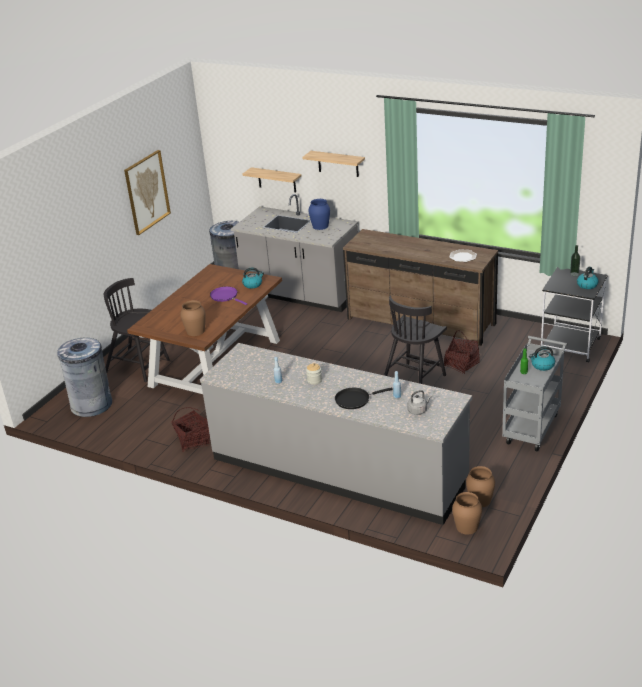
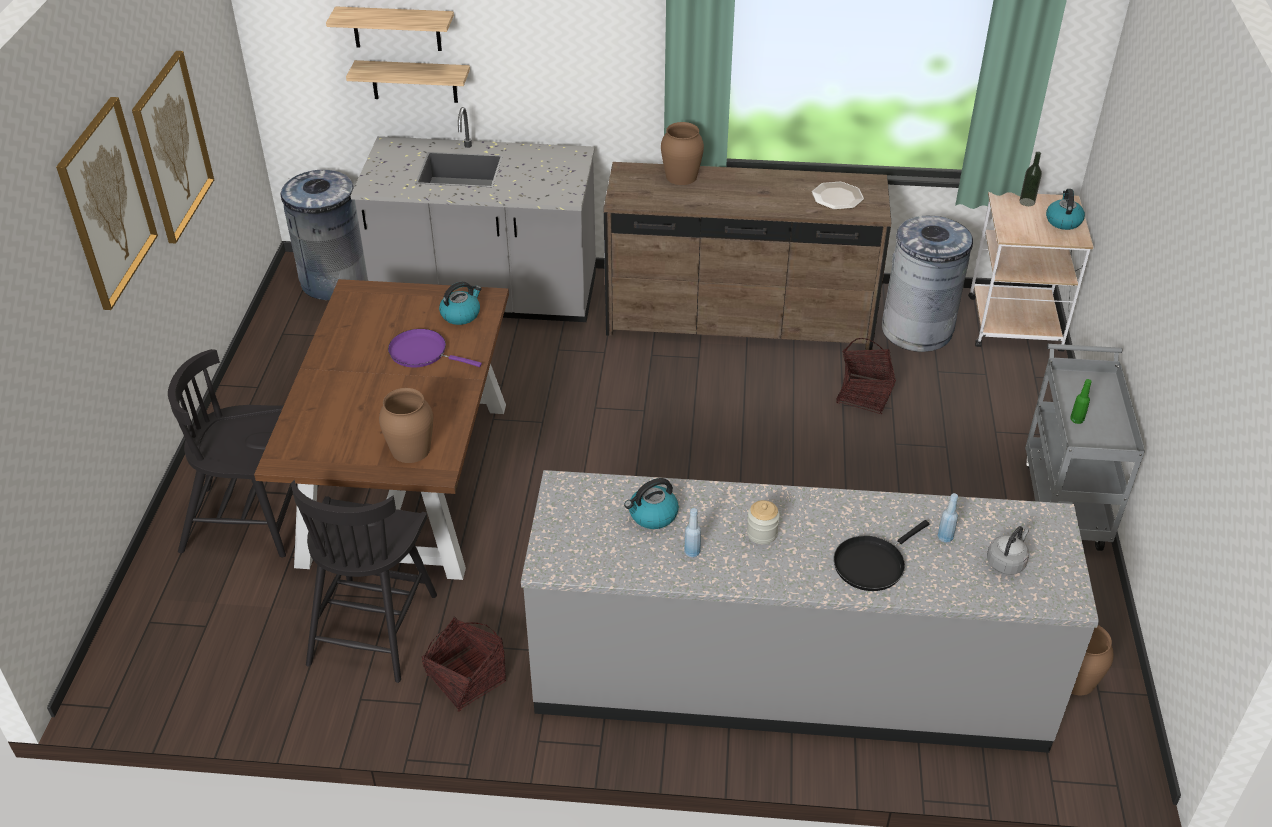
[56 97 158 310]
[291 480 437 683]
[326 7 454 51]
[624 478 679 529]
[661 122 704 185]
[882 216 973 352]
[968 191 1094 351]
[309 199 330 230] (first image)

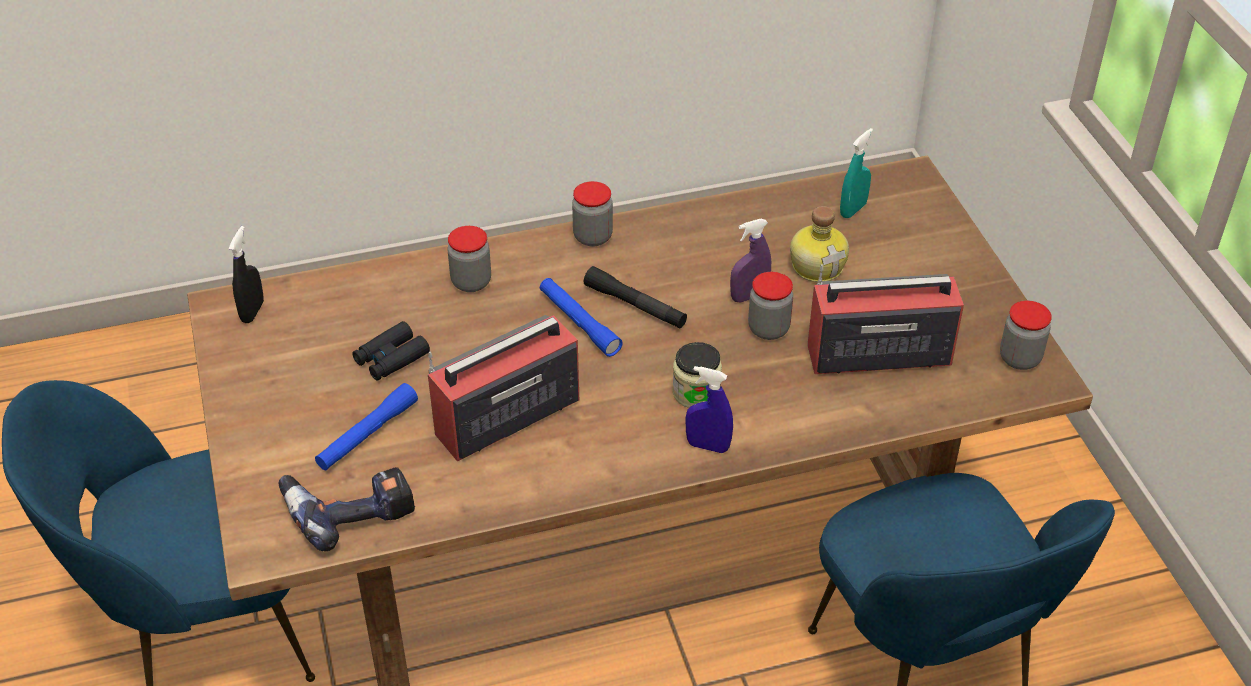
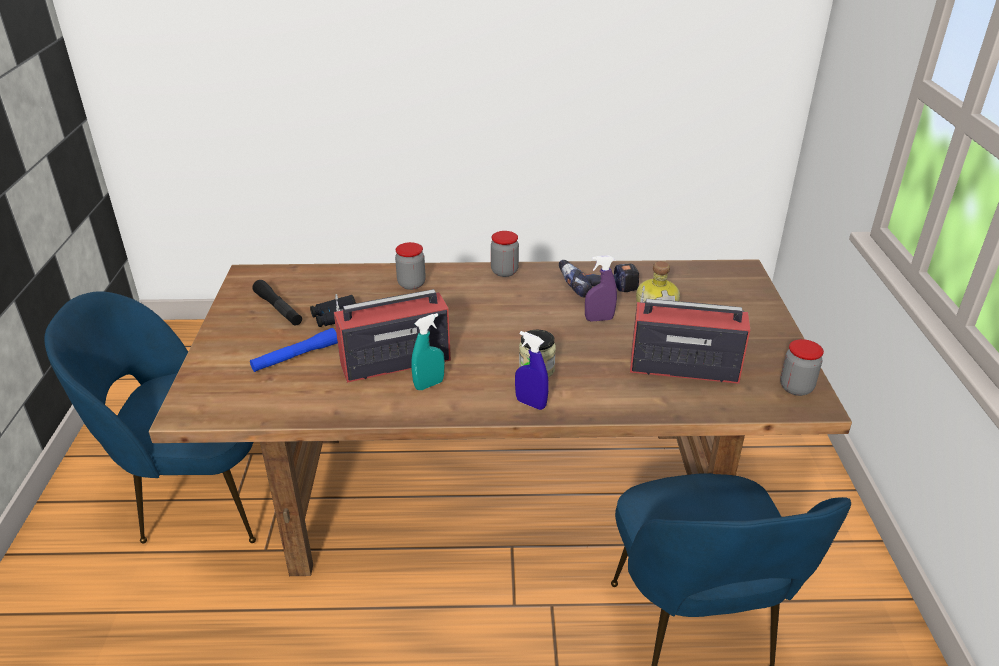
[252 280 302 325]
[411 313 445 390]
[559 260 639 298]
[229 226 264 323] (first image)
[540 278 623 357] (first image)
[748 272 793 340] (first image)

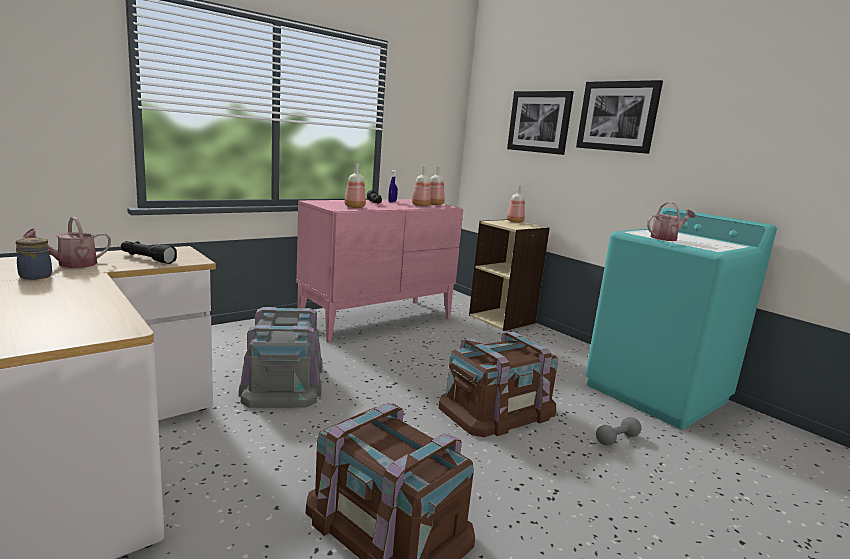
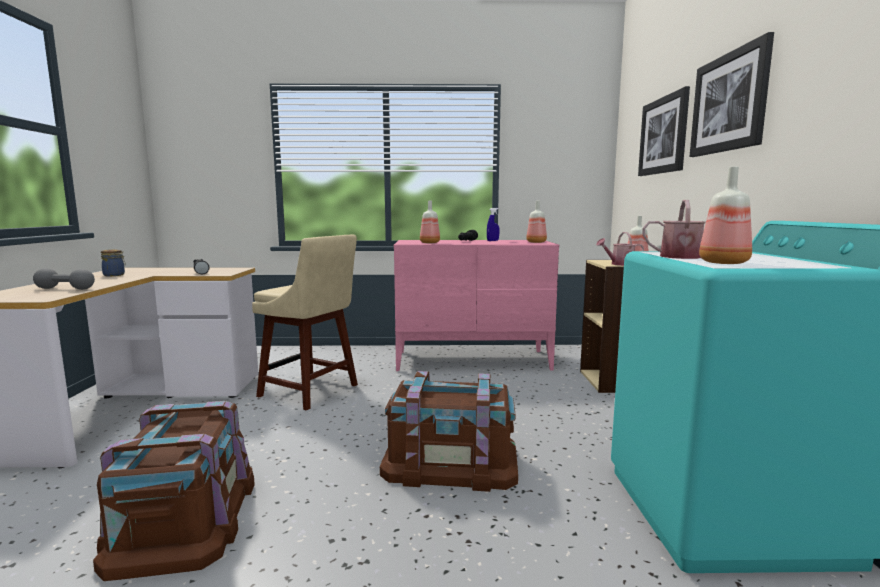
[33 268 95 290]
[252 235 358 411]
[596 232 644 266]
[699 167 752 264]

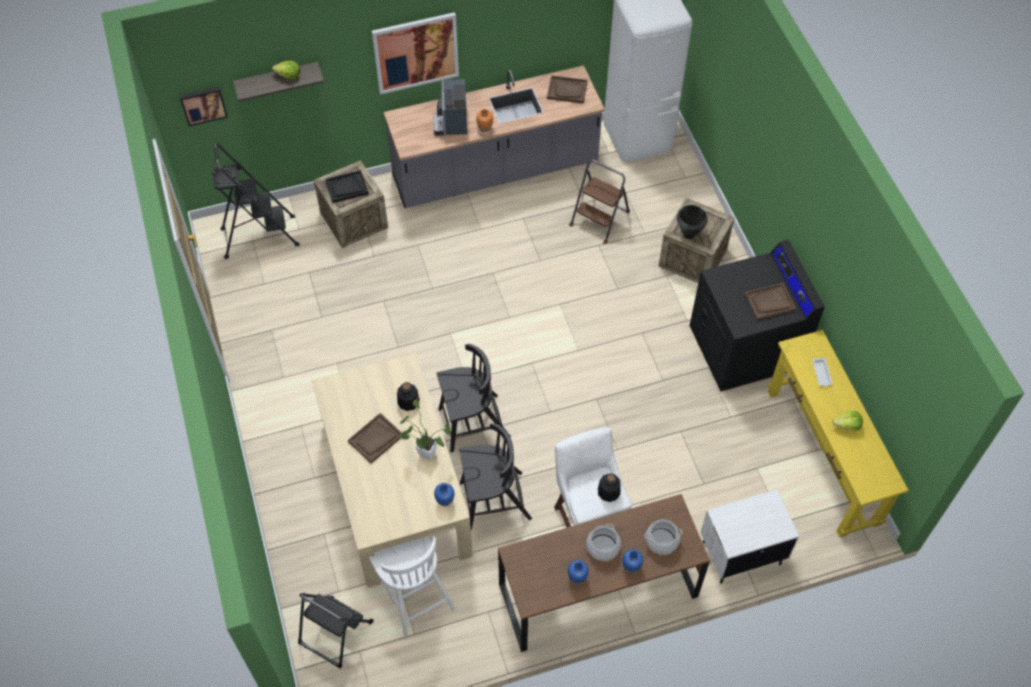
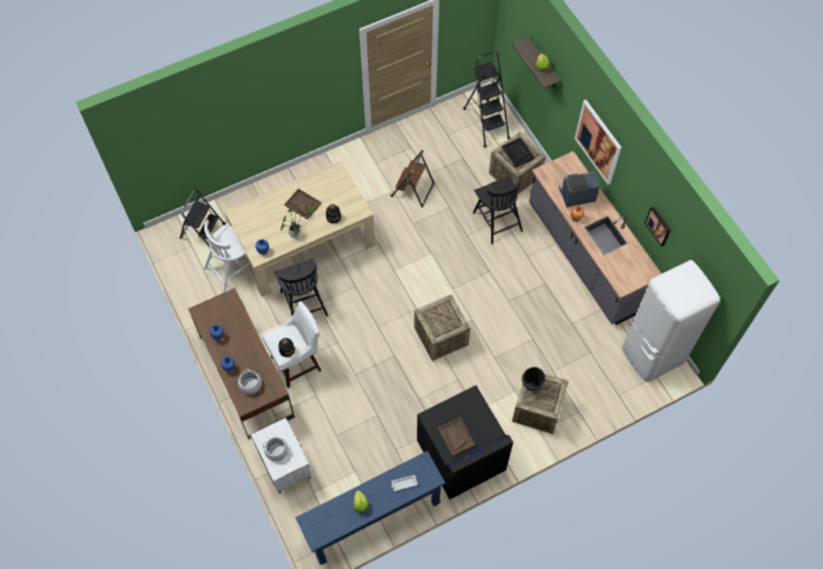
[263 437 289 461]
[295 451 445 565]
[390 150 435 208]
[414 294 470 361]
[473 176 523 245]
[644 206 671 247]
[547 75 588 104] (first image)

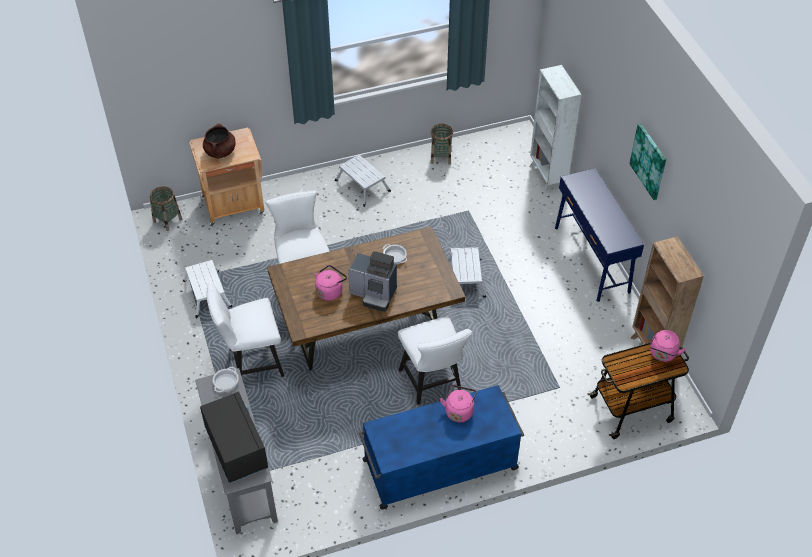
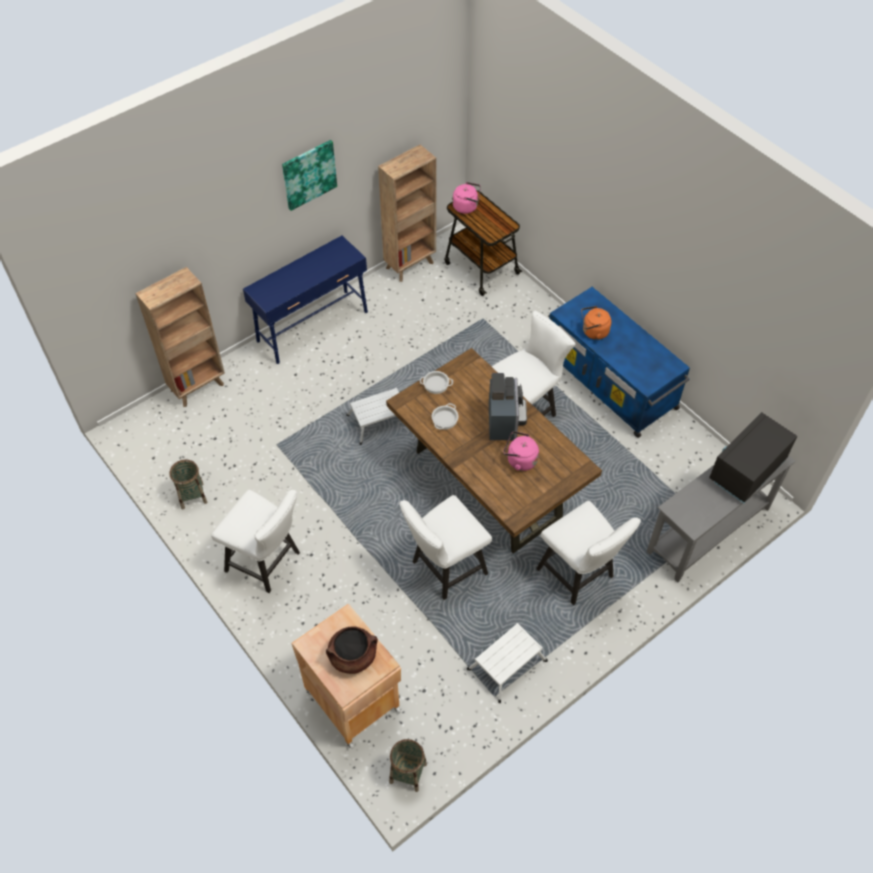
[135 267 225 407]
[211 490 300 593]
[420 371 453 394]
[581 306 612 340]

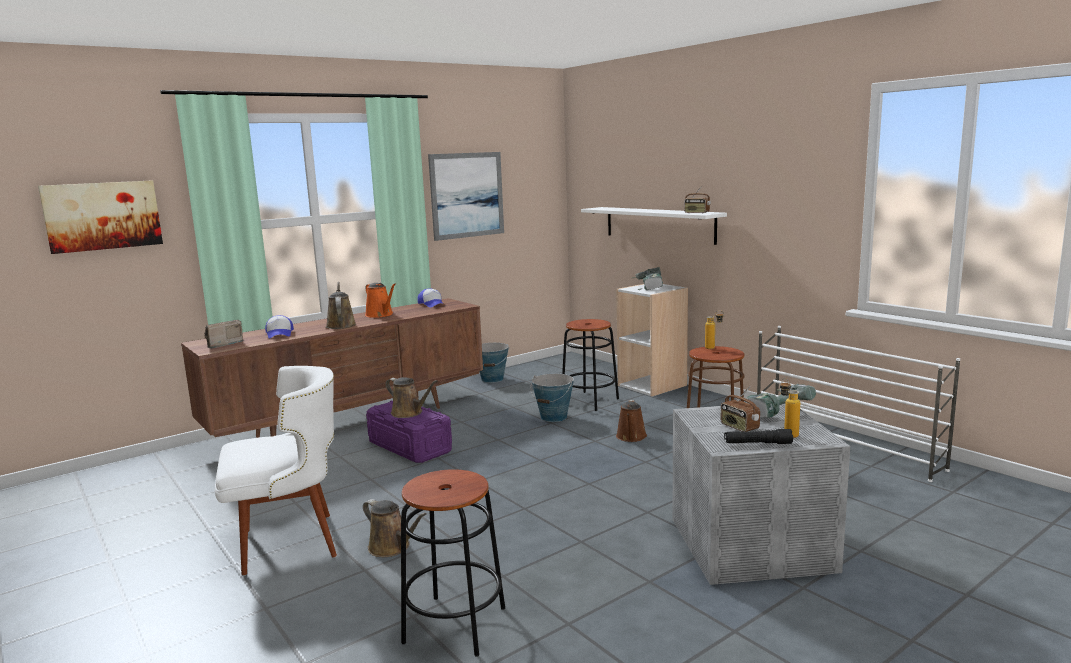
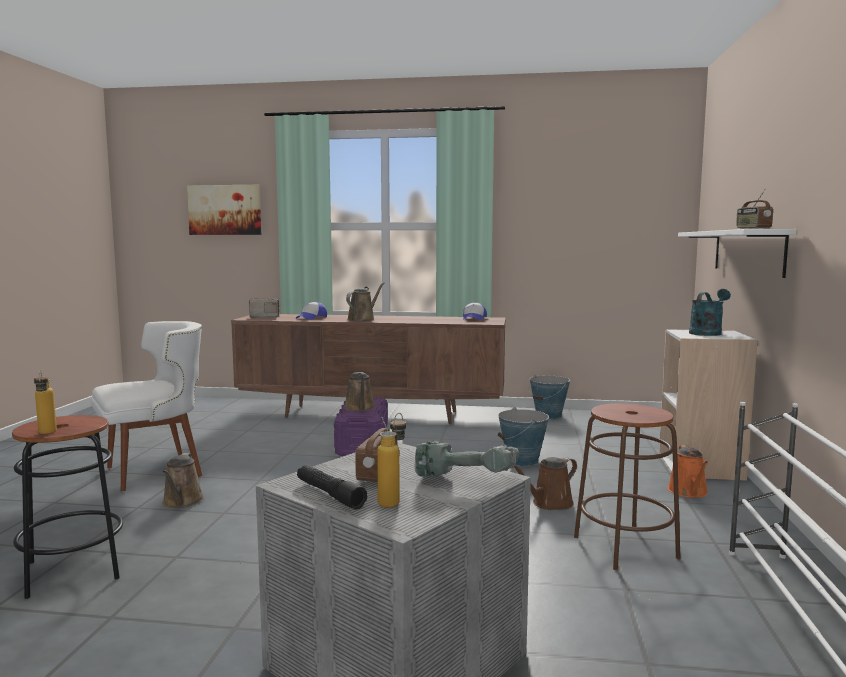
[34 371 57 434]
[91 321 203 492]
[667 445 708 498]
[689 289 731 336]
[428 152 504 241] (first image)
[562 319 619 411] (first image)

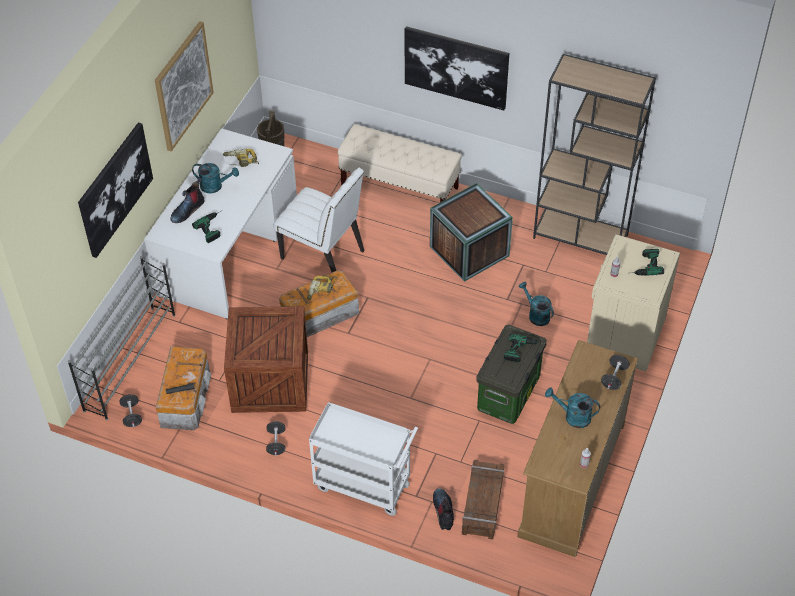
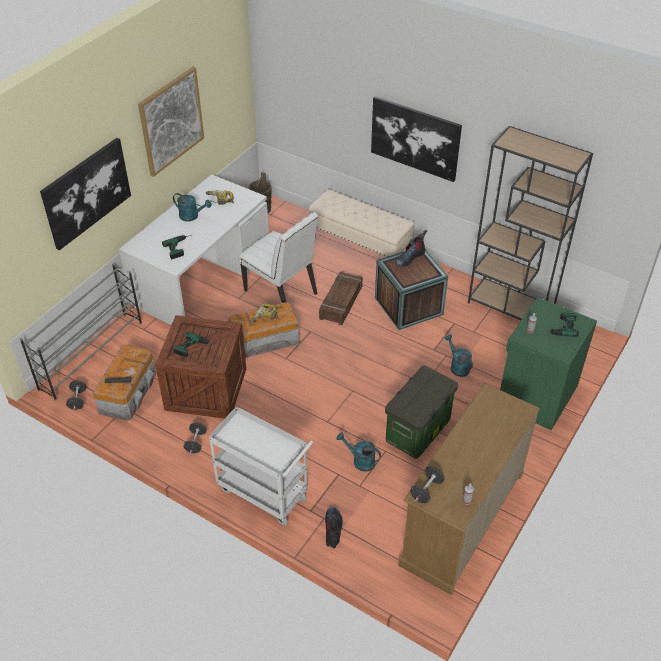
[173 332 215 357]
[319 271 363 325]
[336 432 381 471]
[395 230 427 267]
[410 466 445 503]
[500 297 597 430]

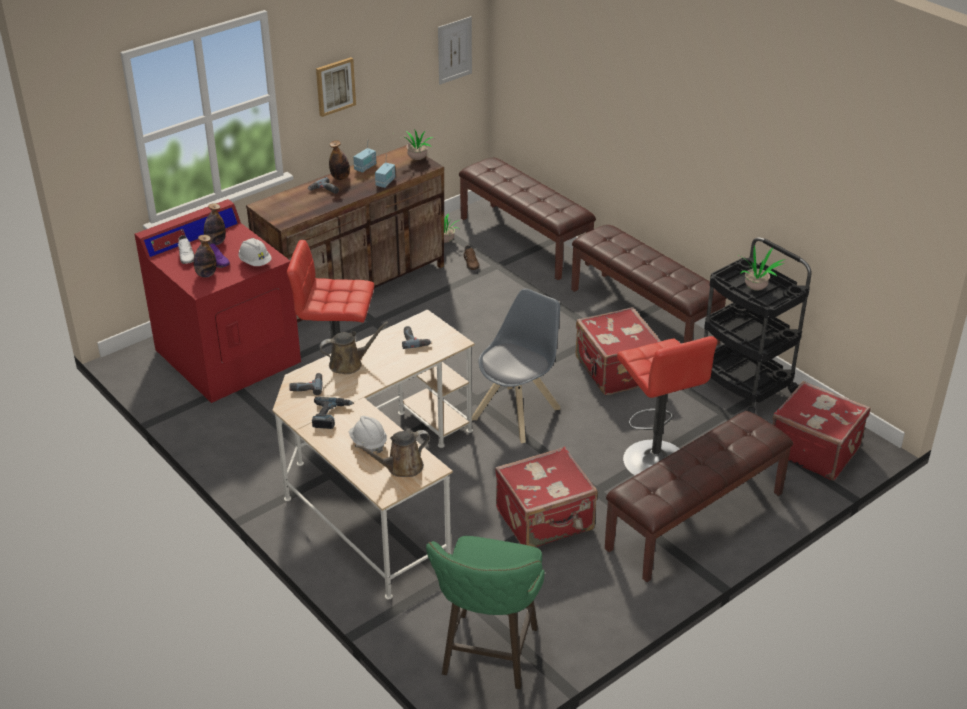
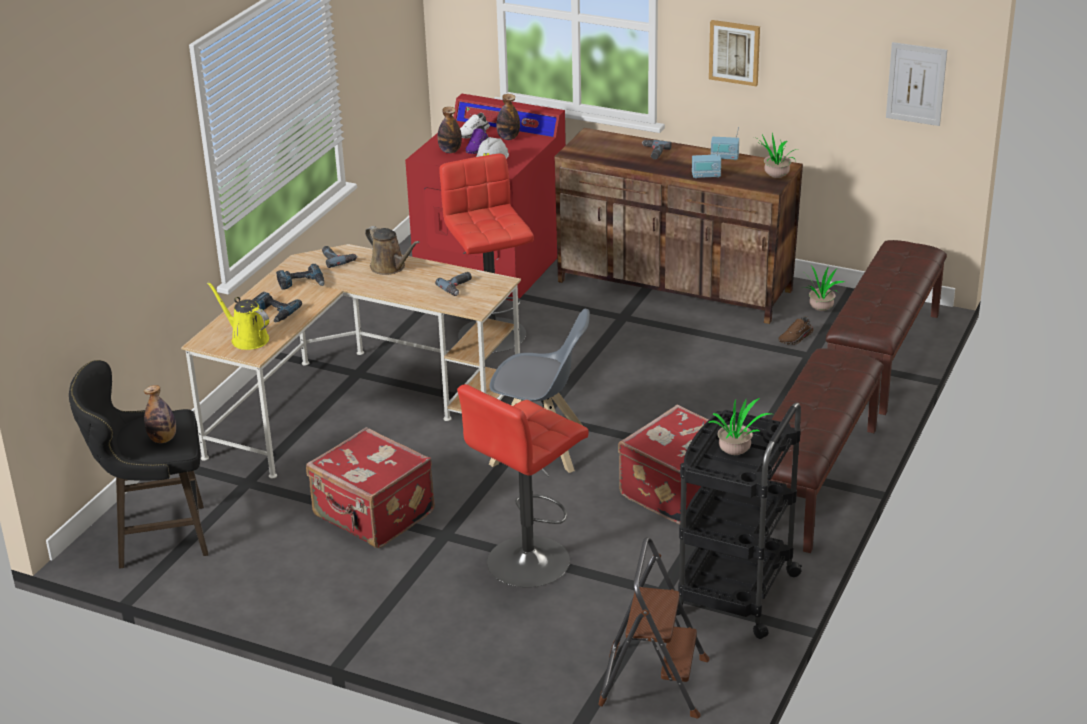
[69 360 208 569]
[144 385 176 443]
[207 282 269 350]
[252 292 302 322]
[599 537 710 718]
[605 411 793 582] (first image)

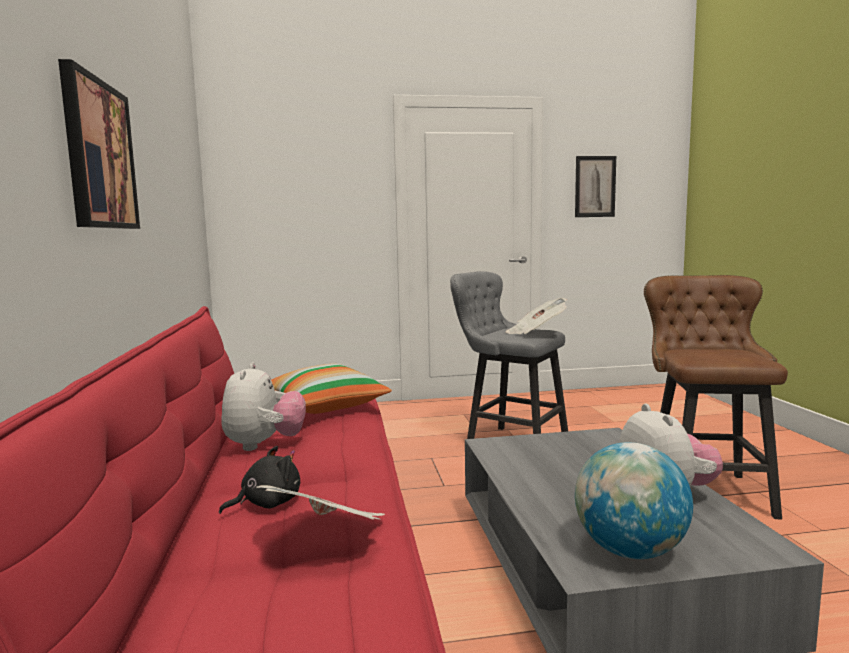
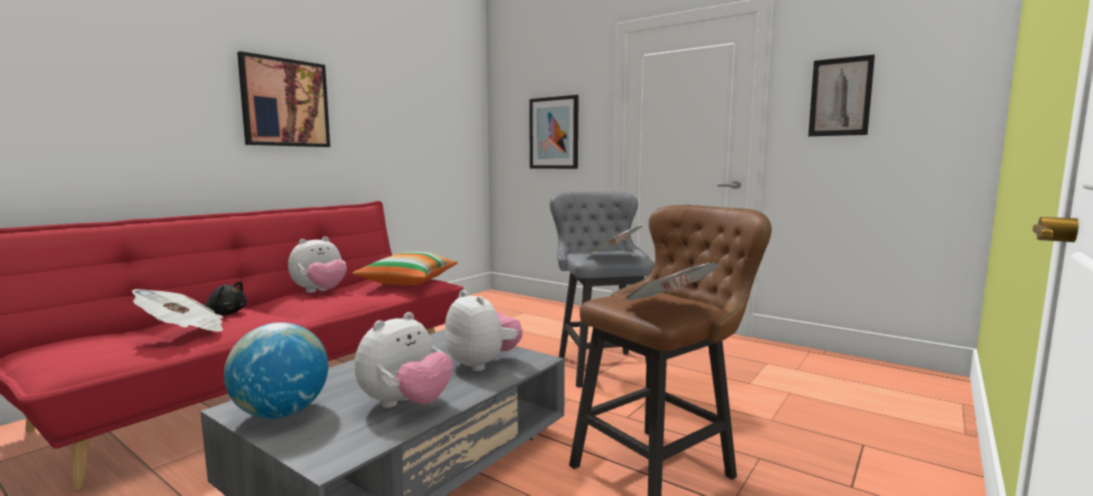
[445 290 522 371]
[529 95 579 169]
[621 262 721 301]

